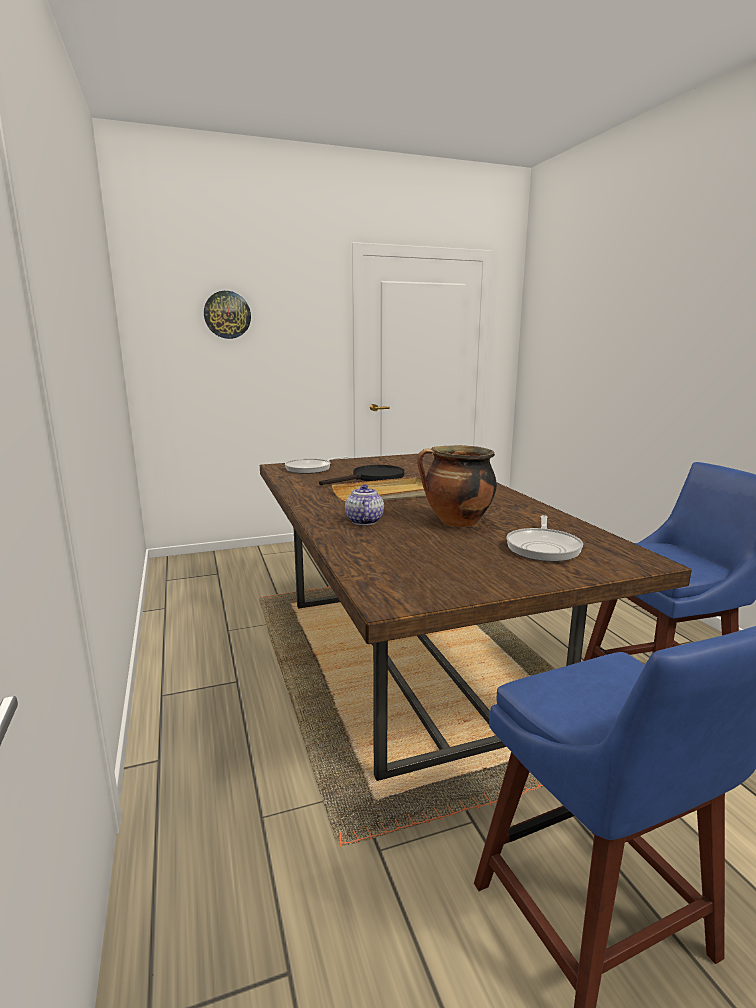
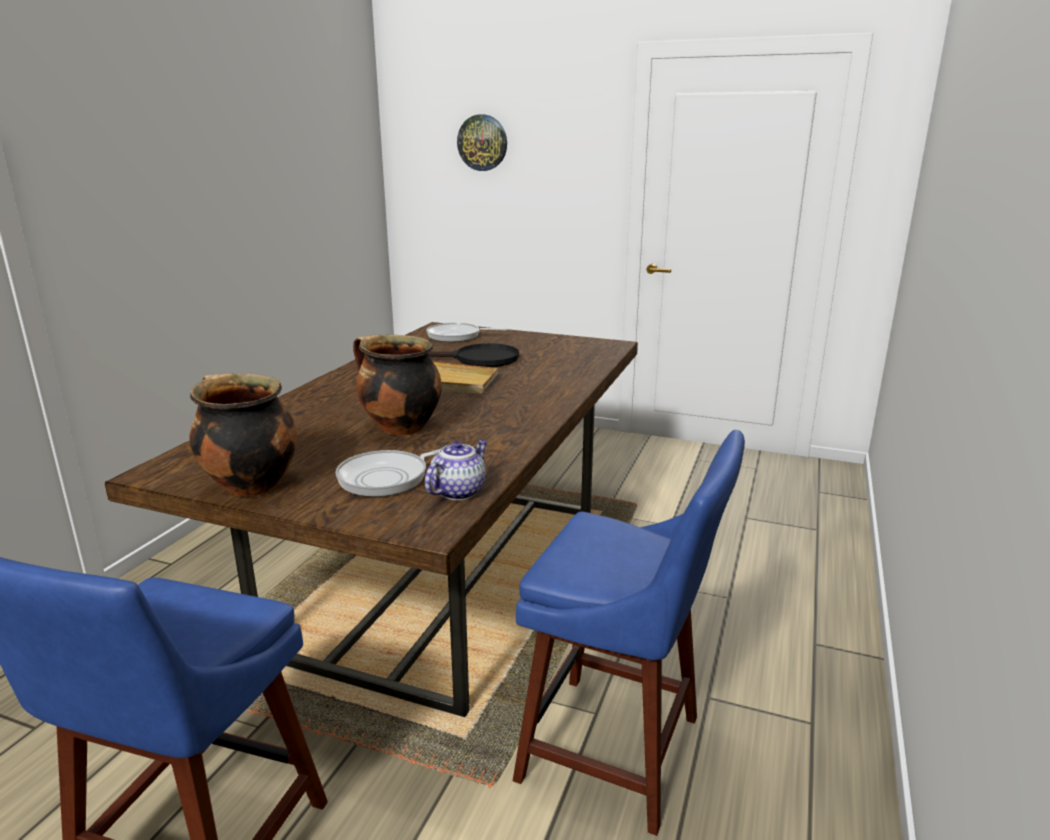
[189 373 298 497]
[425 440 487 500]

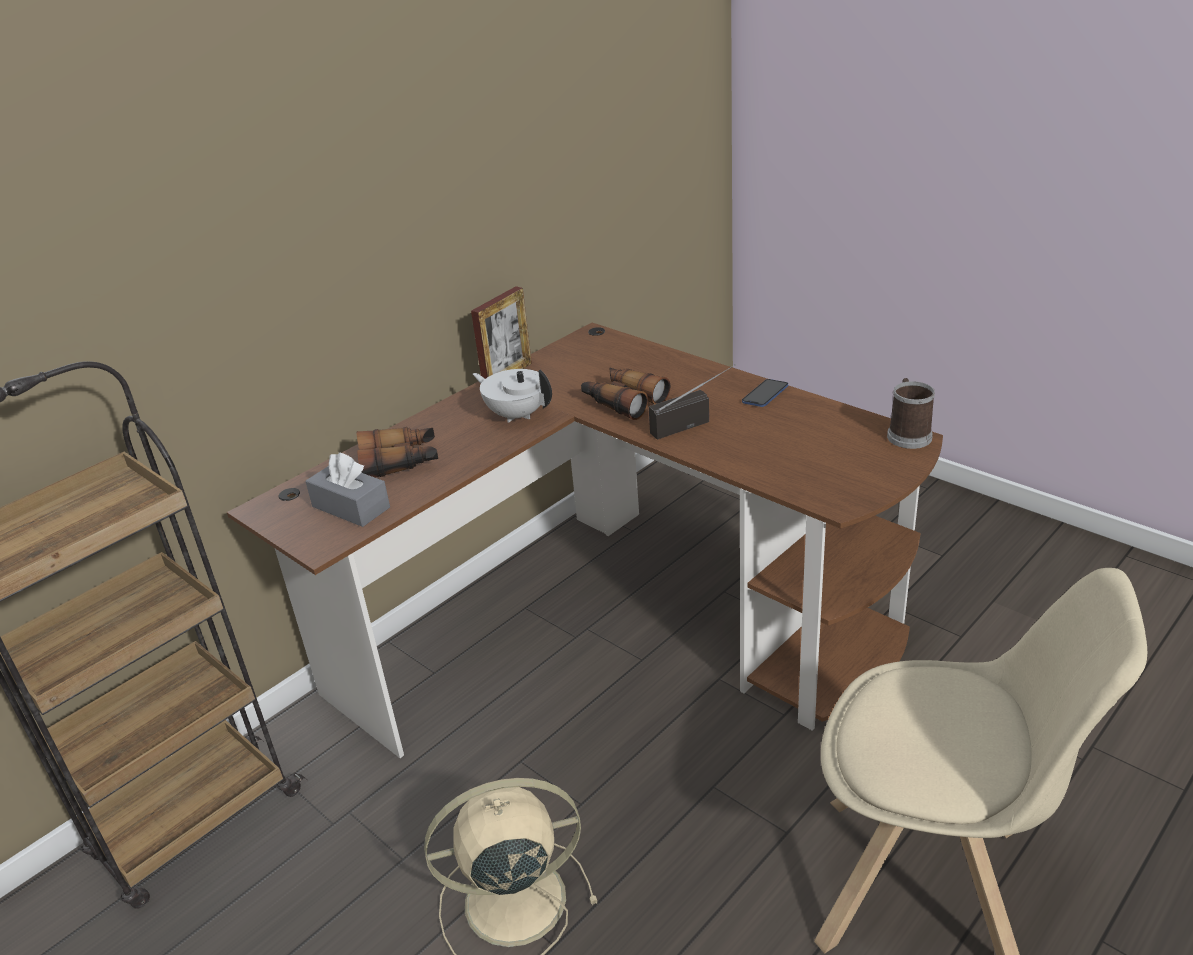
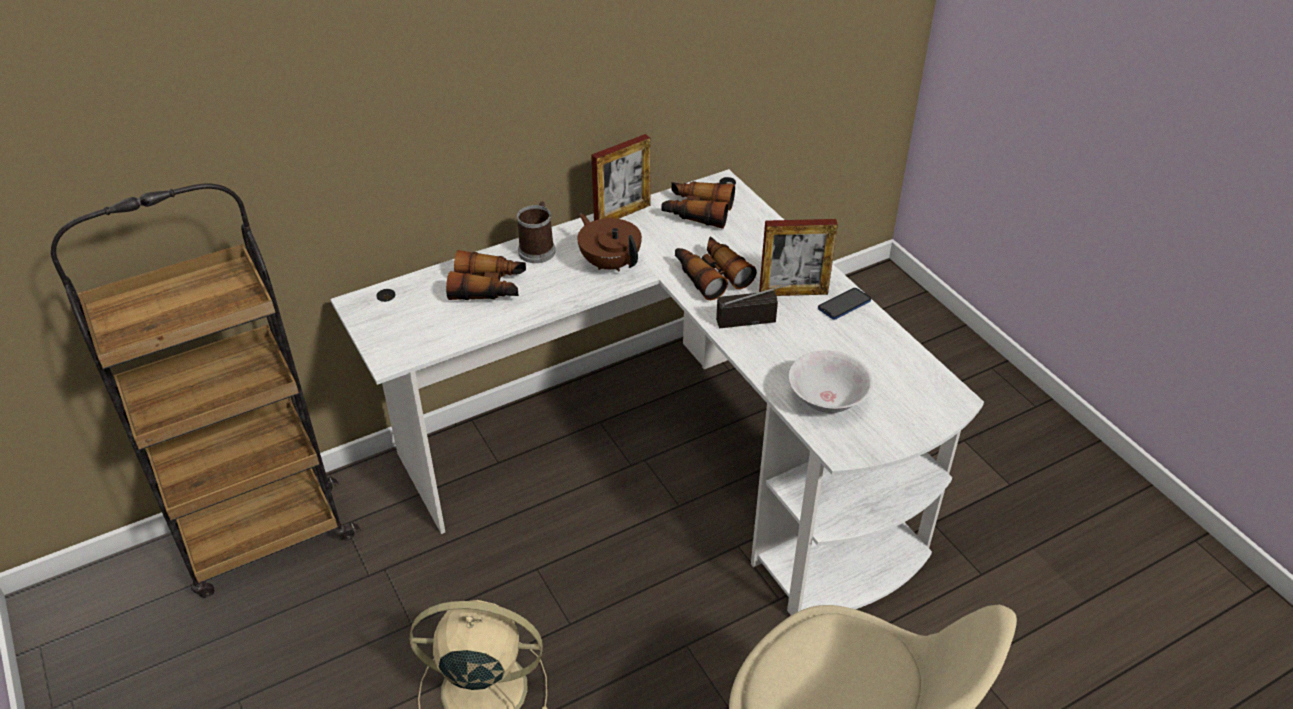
[330 169 984 615]
[517 202 555 263]
[577 213 642 272]
[662 181 735 229]
[759 219 838 296]
[789 350 873 413]
[305 452 390 527] (first image)

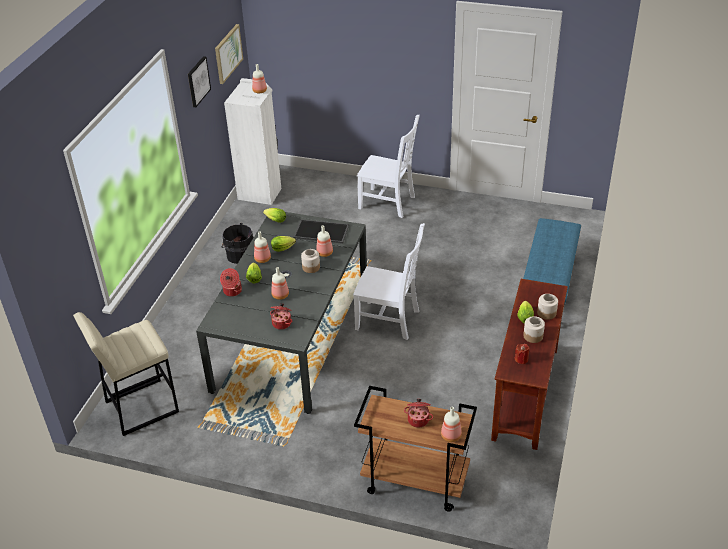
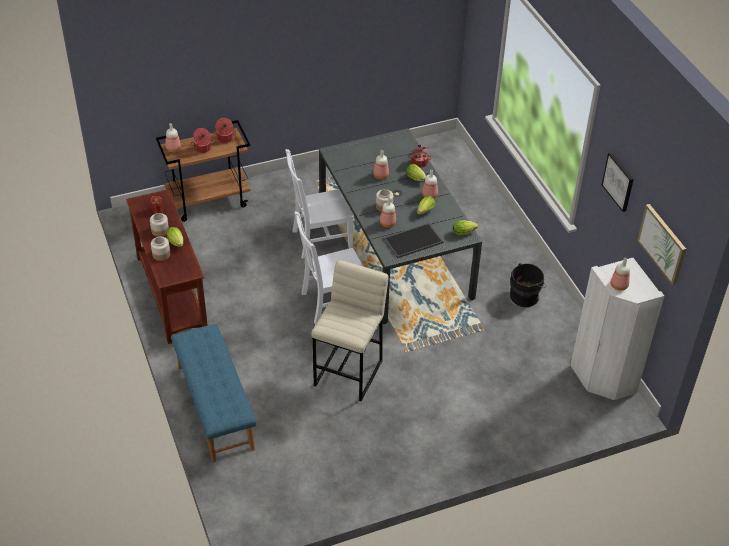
[213 118 236 143]
[286 149 354 259]
[311 260 389 401]

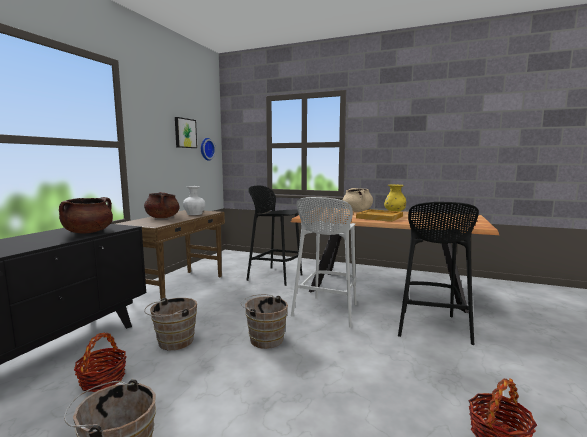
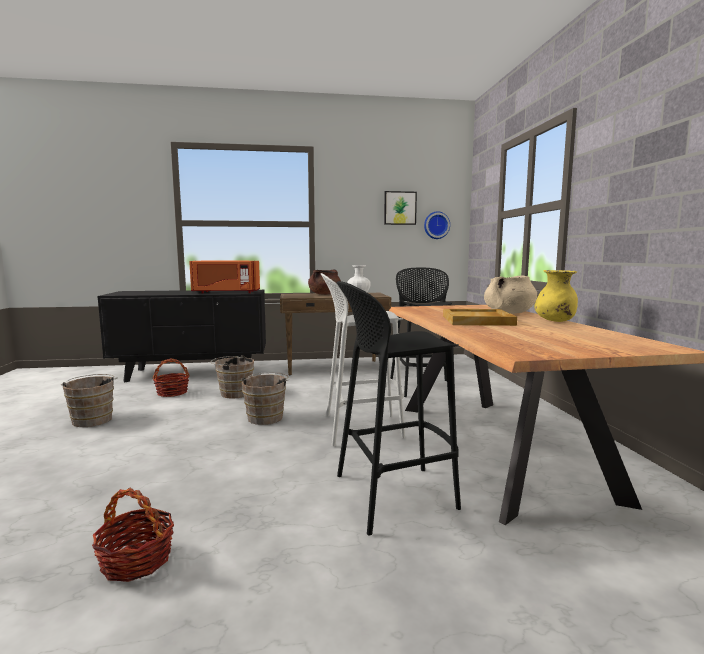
[189 261 260 293]

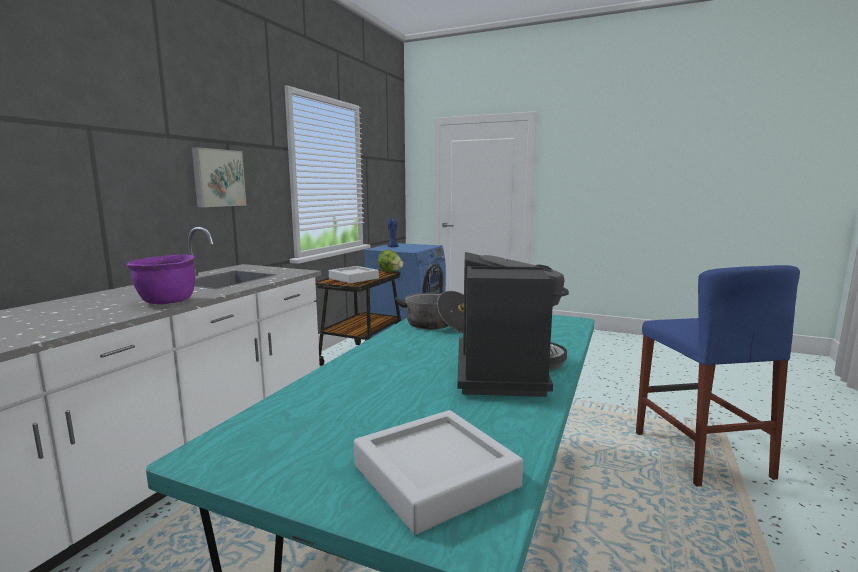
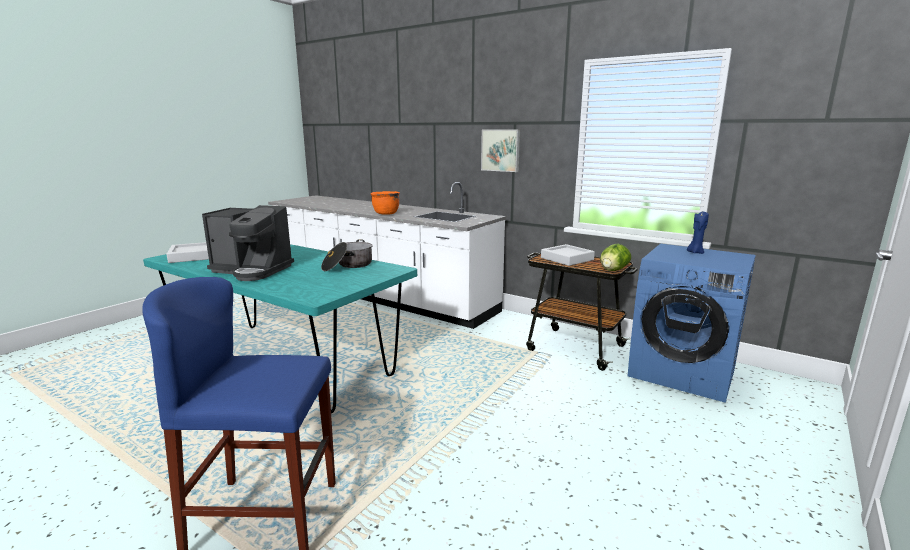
[370 191 400 215]

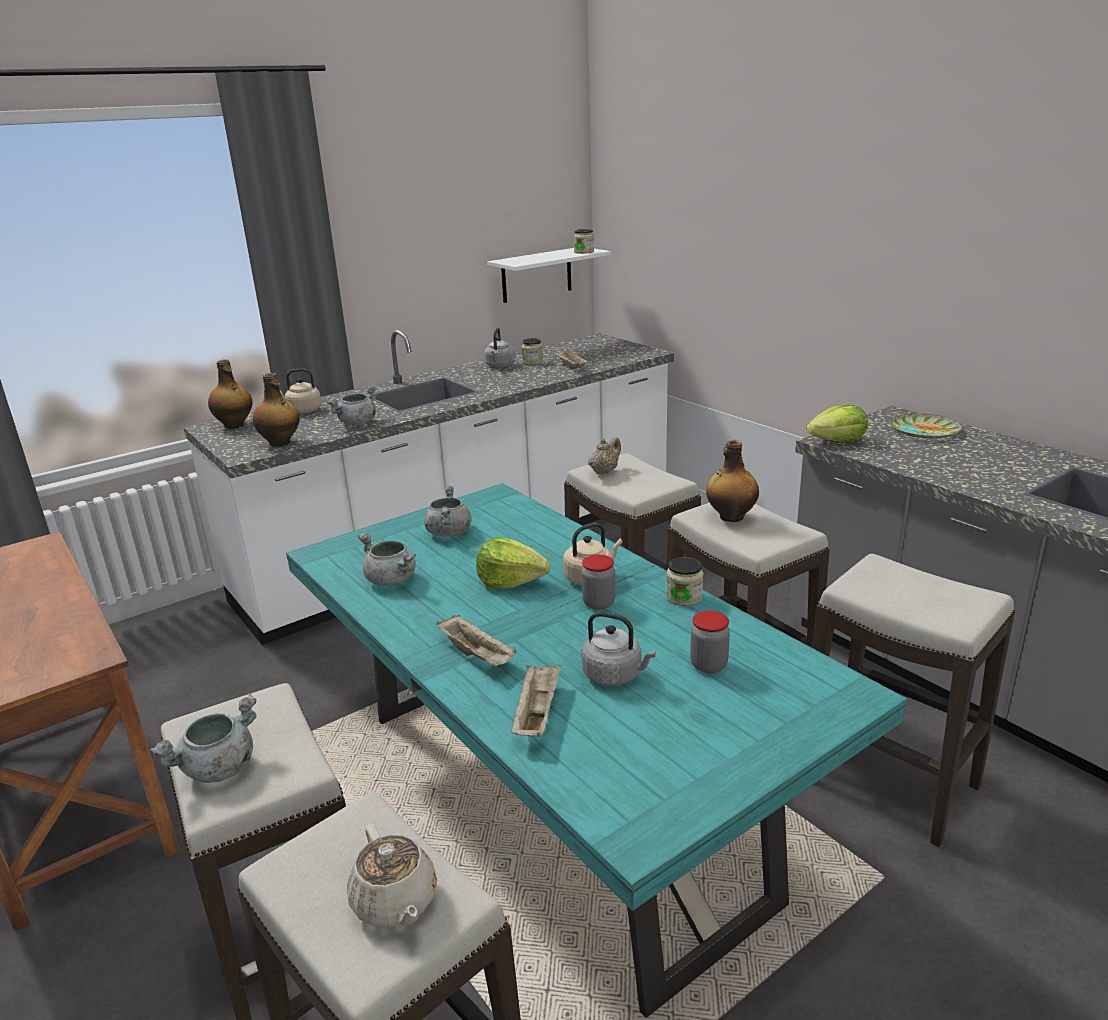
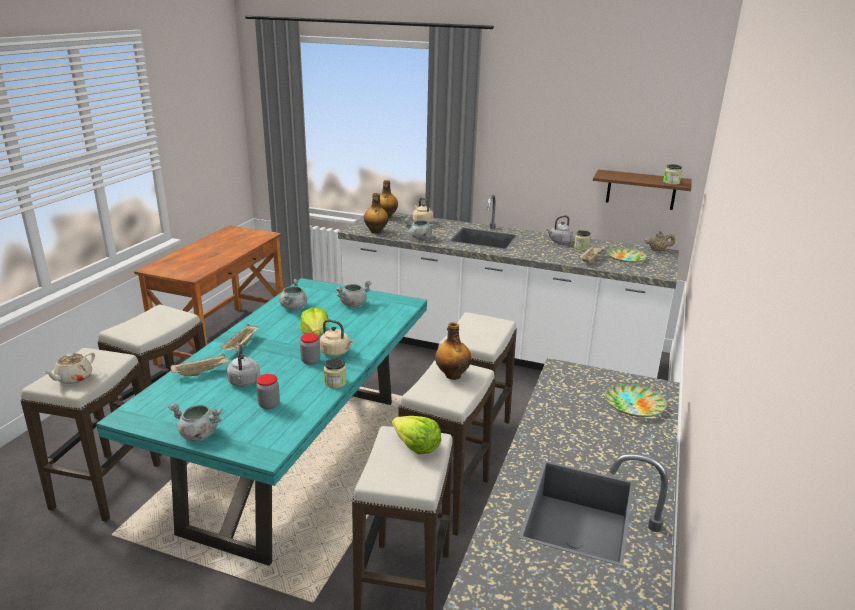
[168 404 222 441]
[392 416 442 454]
[593 169 692 210]
[607 247 647 263]
[645 231 675 252]

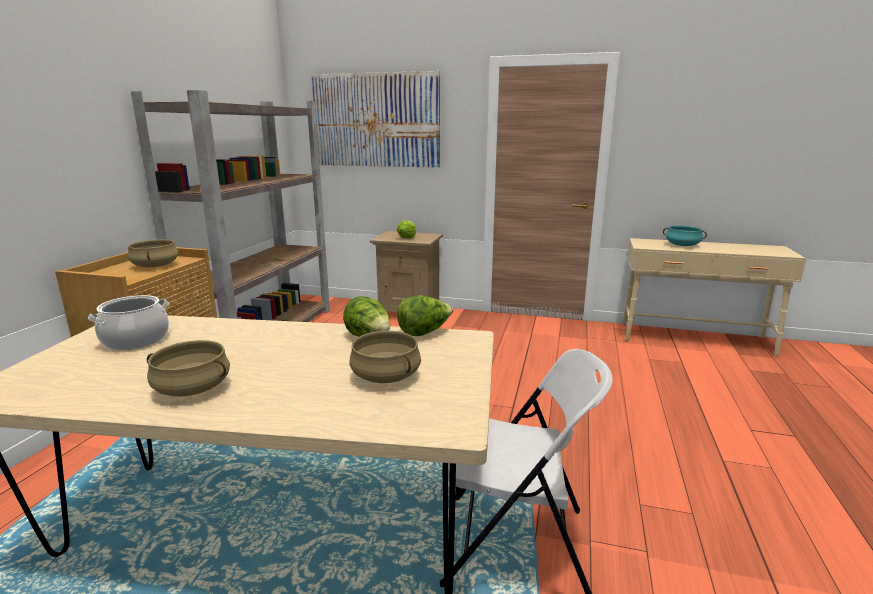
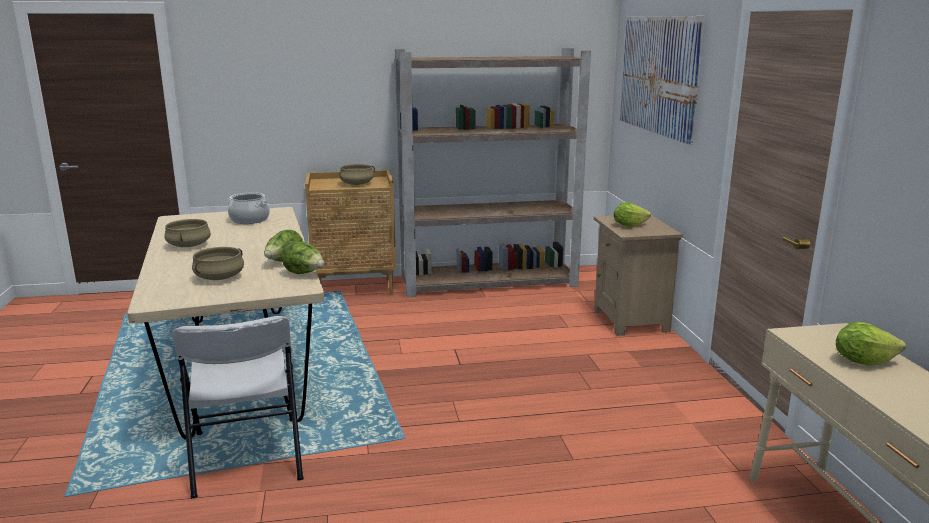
[836 322 906 366]

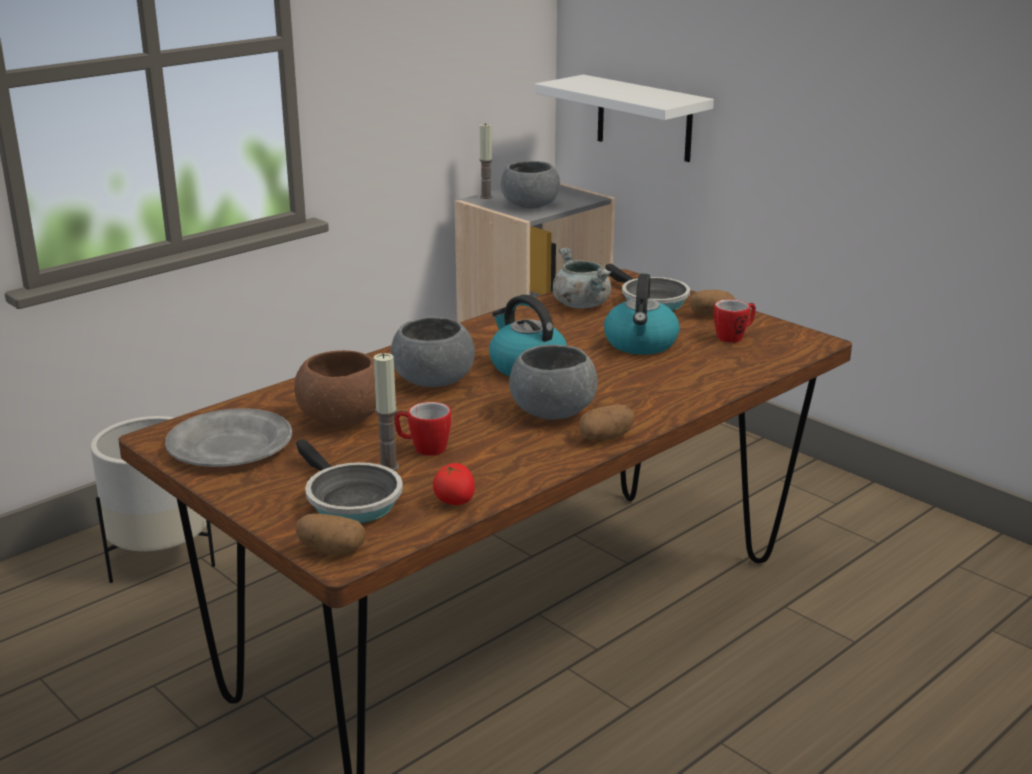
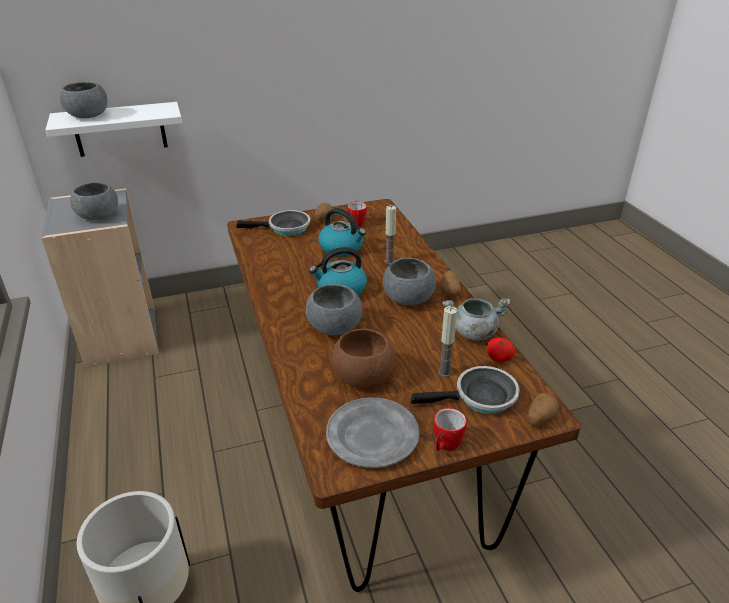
[60 82 107 118]
[385 205 396 264]
[433 408 467 451]
[442 298 511 341]

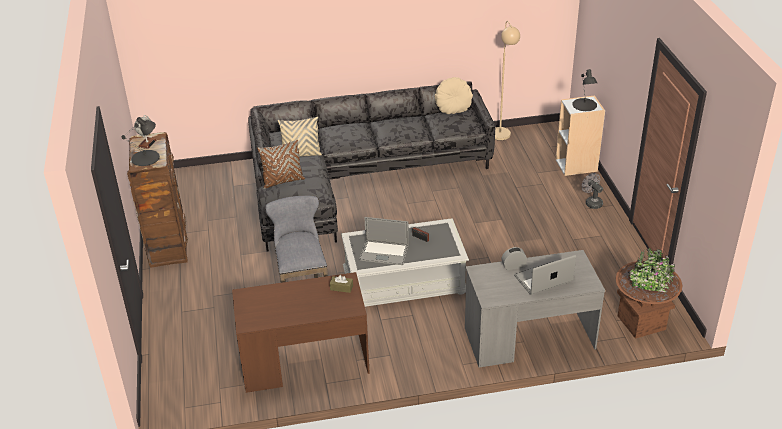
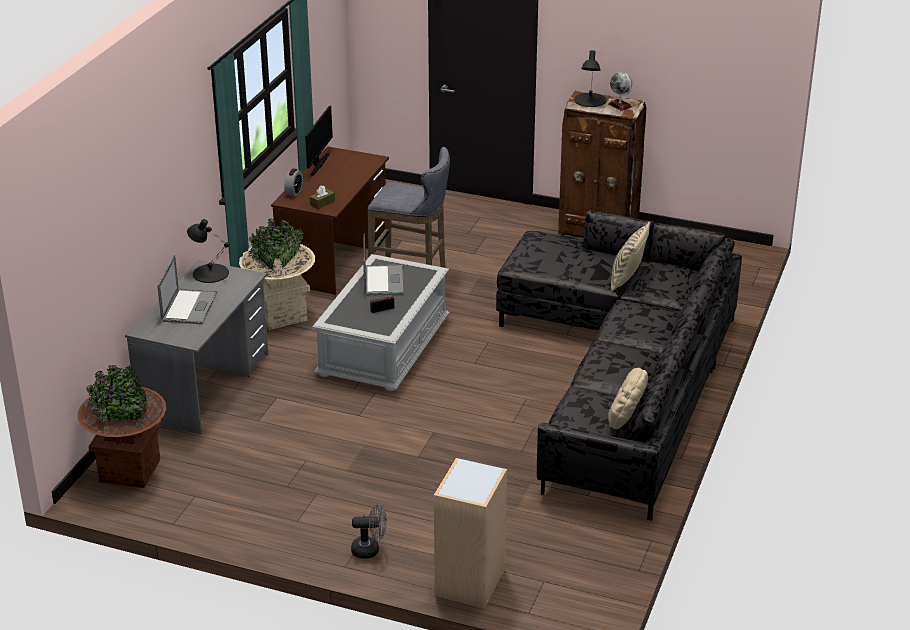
[187 219 230 283]
[239 219 315 330]
[284 169 303 197]
[305 106 333 175]
[363 233 404 296]
[257 140 305 189] (first image)
[495 21 520 140] (first image)

